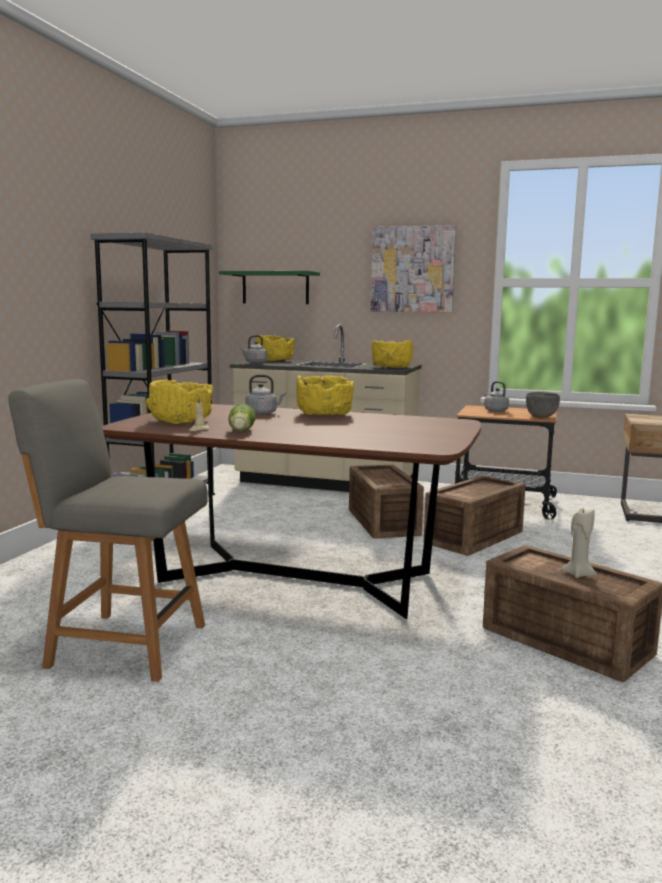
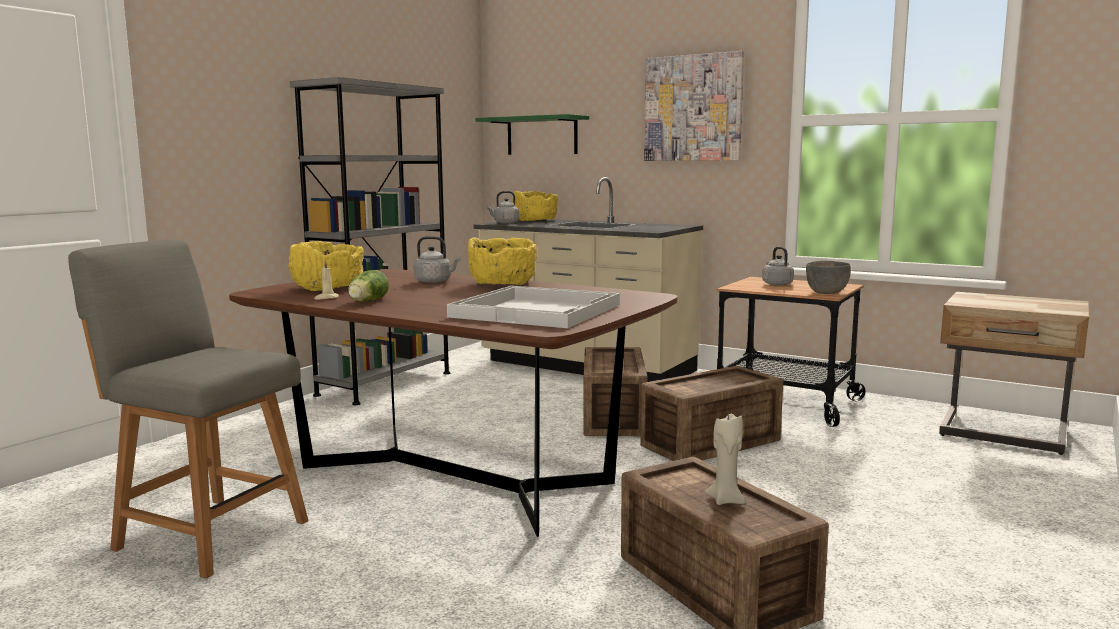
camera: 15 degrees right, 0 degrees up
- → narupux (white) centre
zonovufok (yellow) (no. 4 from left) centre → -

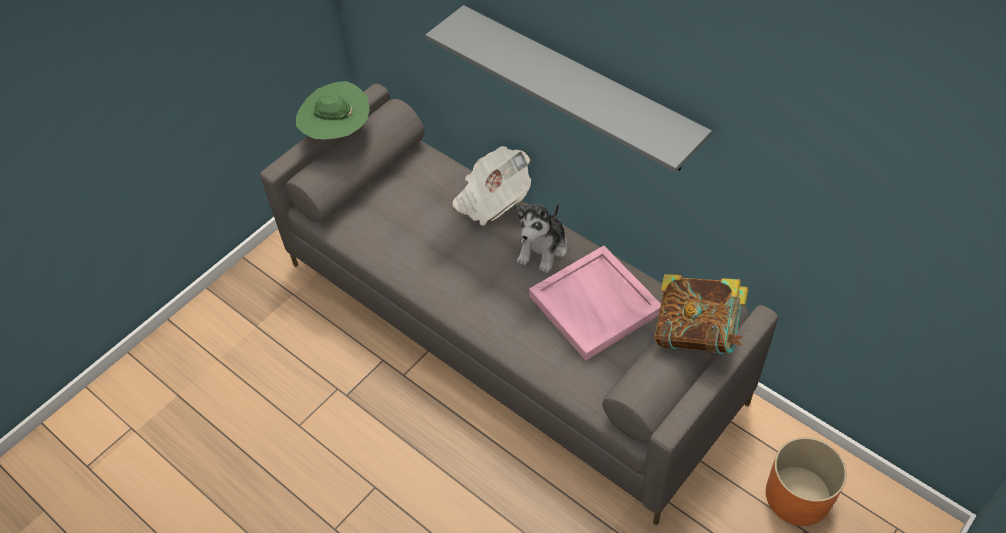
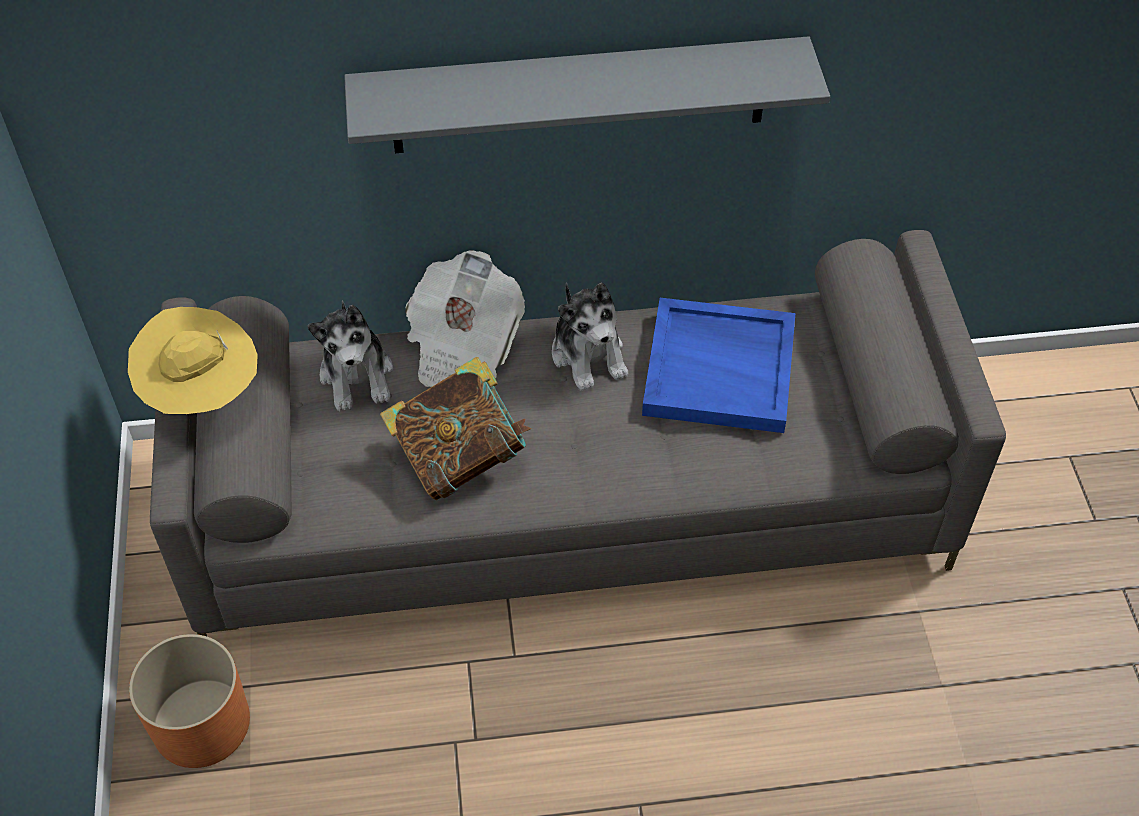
camera: 50 degrees left, 0 degrees up
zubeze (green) top left → zubeze (yellow) middle left
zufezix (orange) bottom right → zufezix (orange) bottom left, shifted
- → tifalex (no. 1 from left) middle left
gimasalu middle right → gimasalu centre, shifted
narupux (pink) centre → narupux (blue) centre

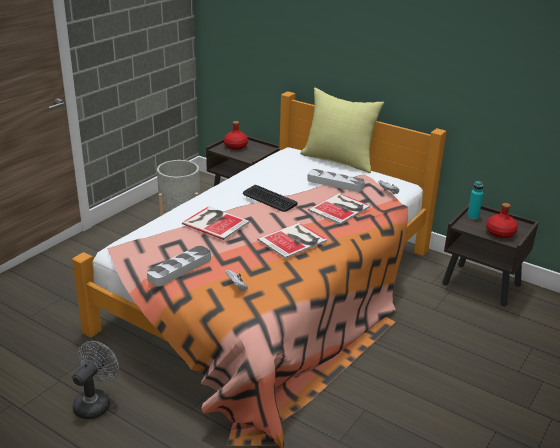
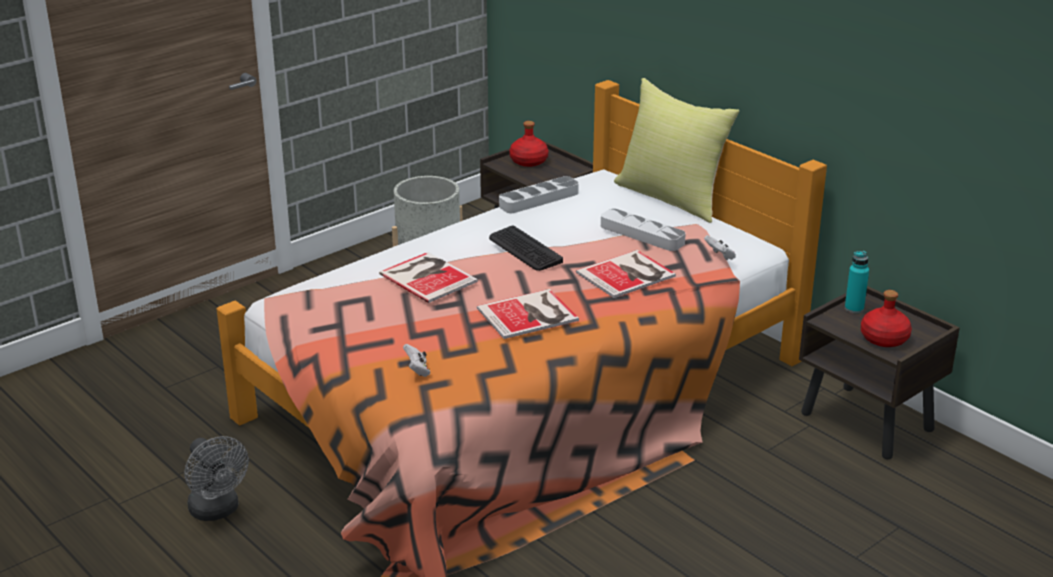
camera: 15 degrees right, 0 degrees up
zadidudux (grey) bottom left, 105 degrees clockwise
narupux (grey) (no. 1 from left) middle left → narupux (grey) (no. 1 from left) centre, shifted

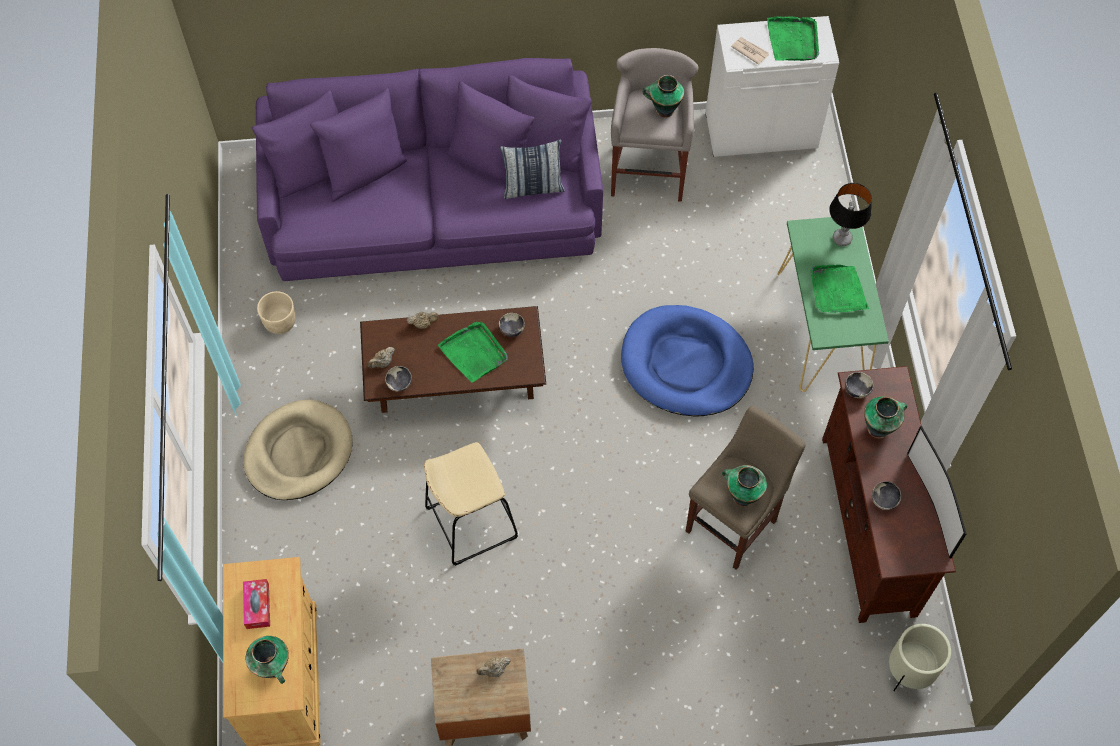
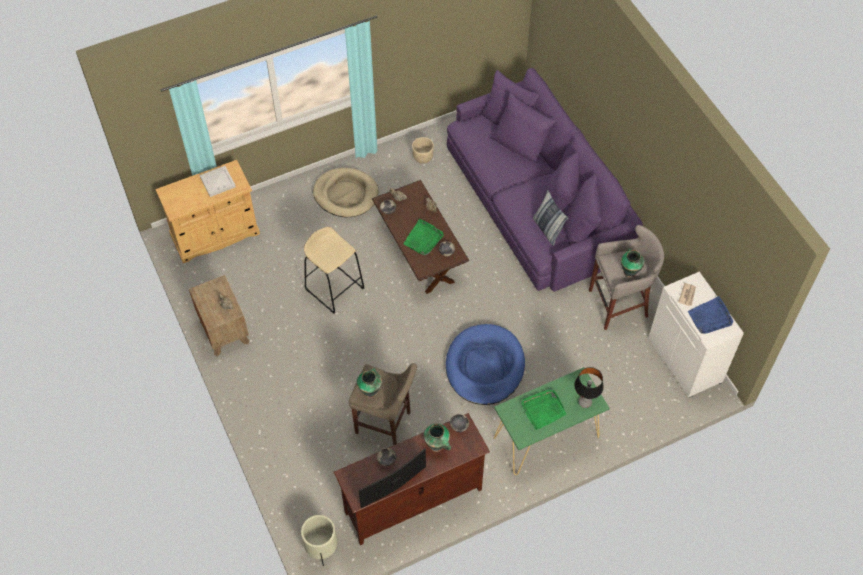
camera: 70 degrees right, 5 degrees down
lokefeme bottom left → narupux (white) top left
narupux (green) (no. 2 from left) top right → narupux (blue) middle right
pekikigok (no. 1 from left) bottom left → -

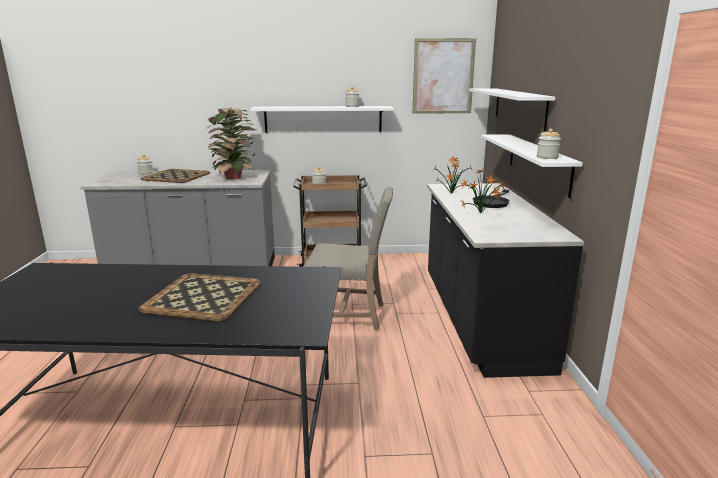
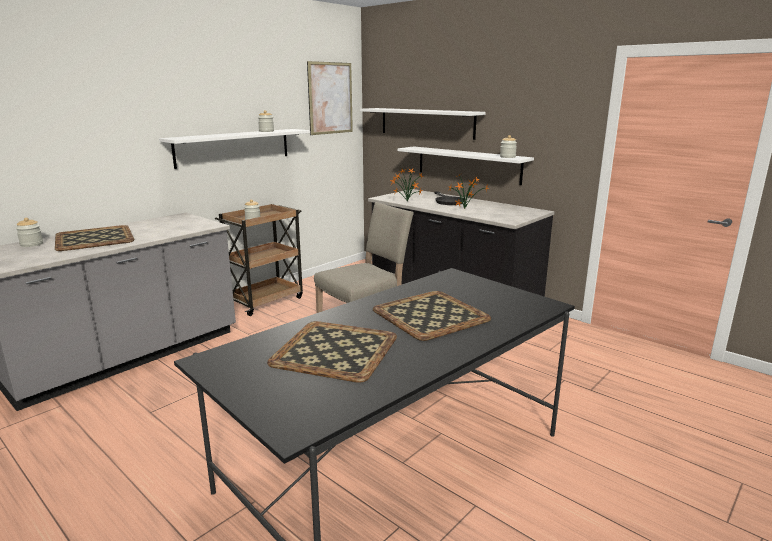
camera: 45 degrees left, 0 degrees up
- → narupux (no. 2 from left) centre
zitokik (no. 1 from left) top left → -

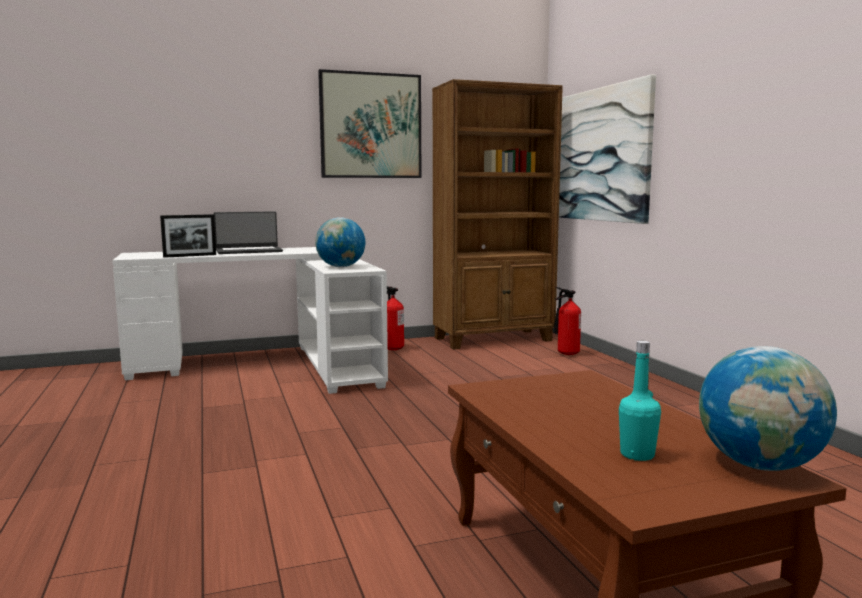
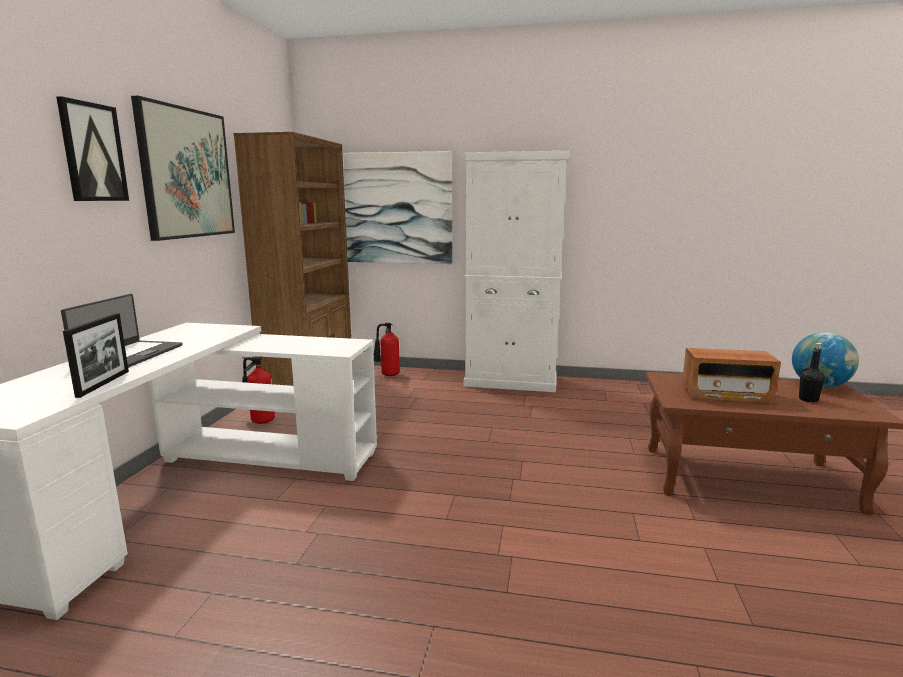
camera: 60 degrees left, 5 degrees up
- → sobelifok (no. 1 from left) top left
- → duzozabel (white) centre
- → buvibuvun middle right
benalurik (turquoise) bottom right → benalurik (black) middle right
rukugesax (no. 1 from left) centre → -

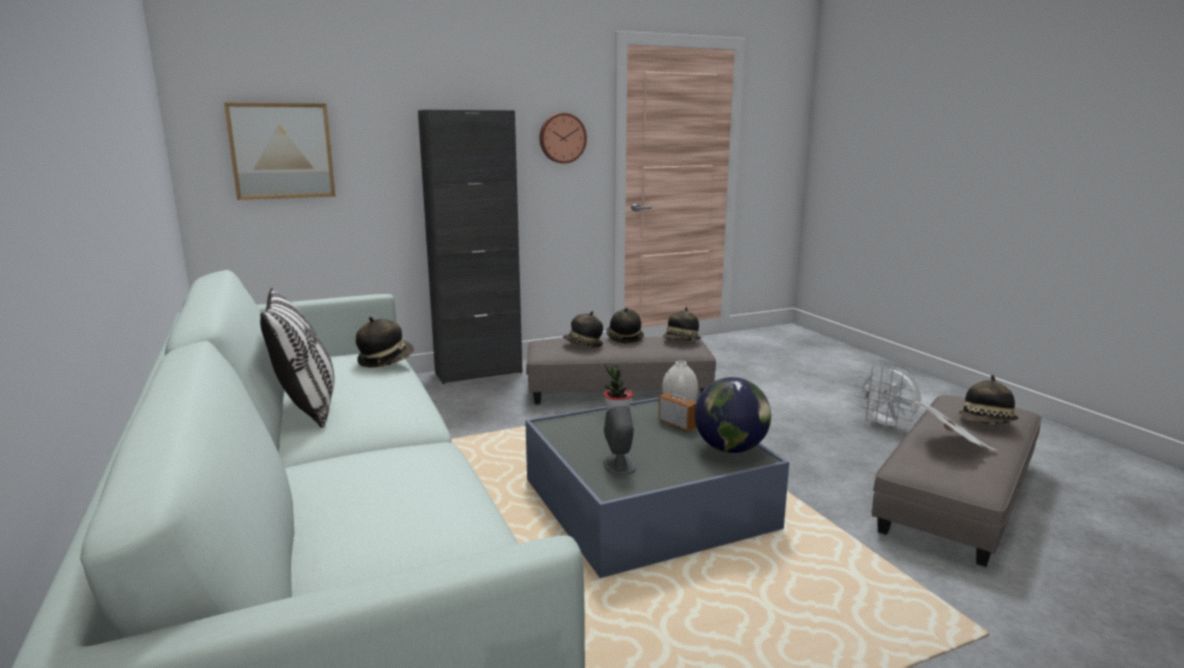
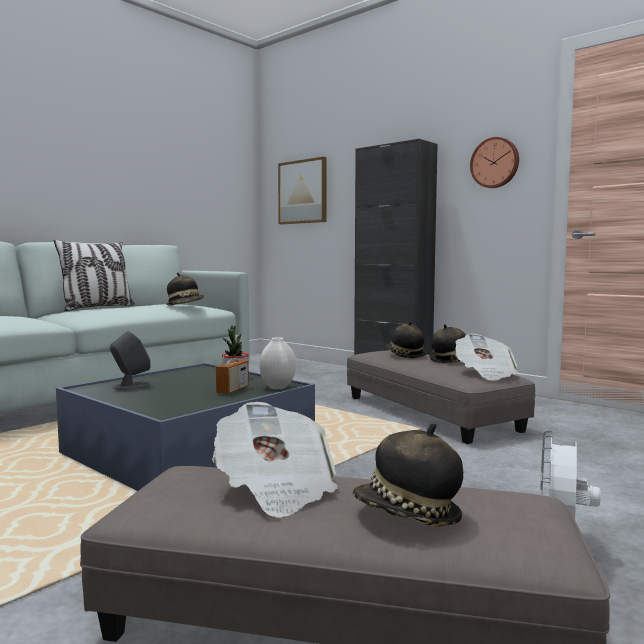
camera: 65 degrees right, 10 degrees down
zubeze (no. 4 from left) centre → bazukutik (no. 2 from left) middle right
rukugesax centre → -

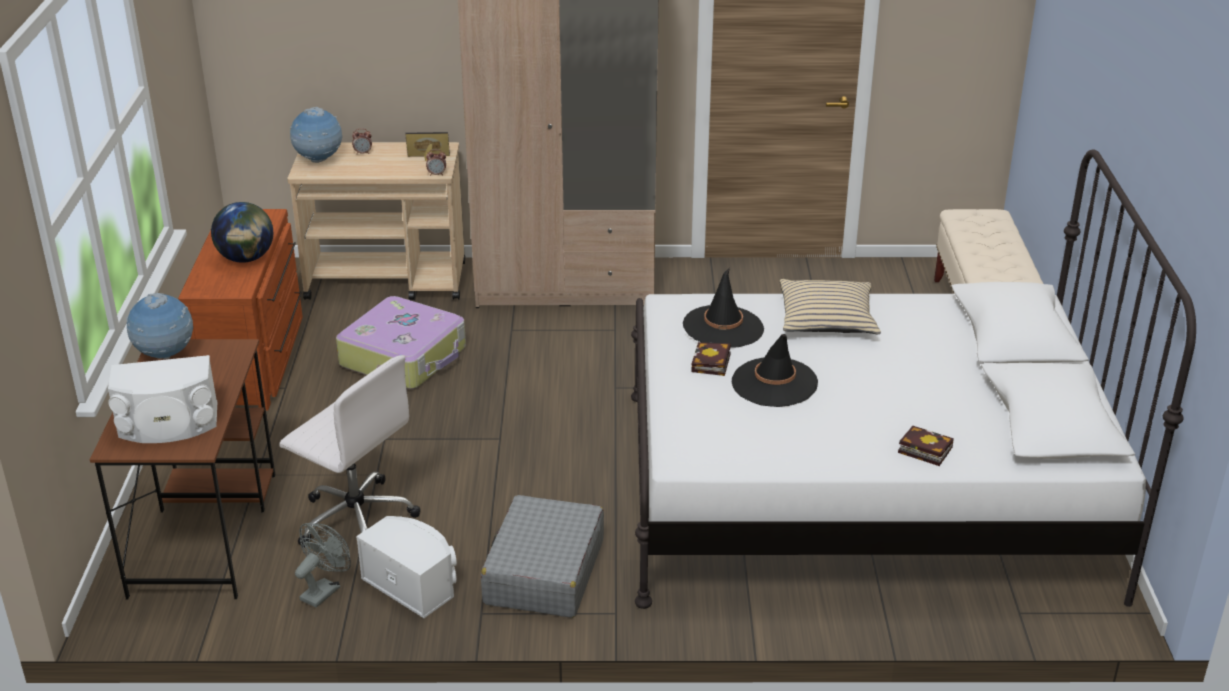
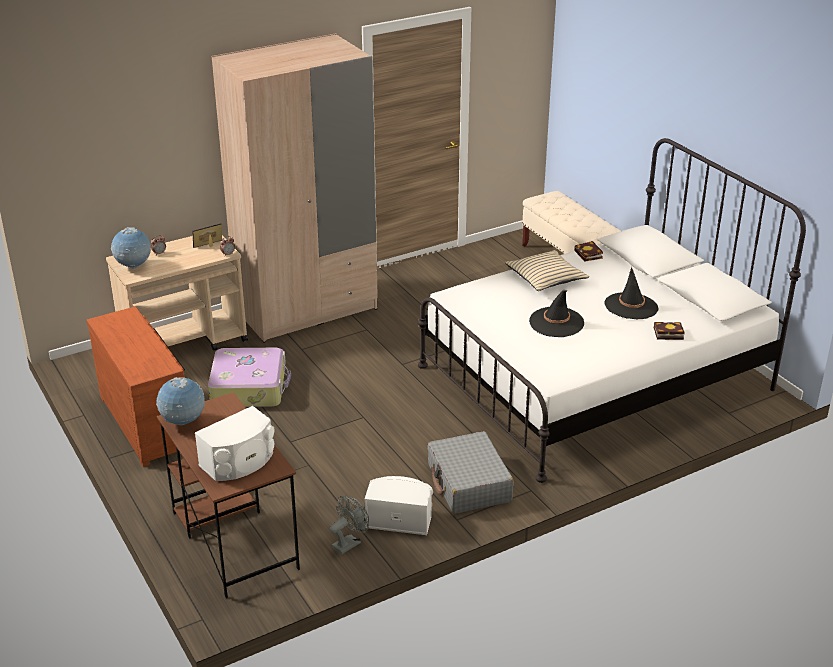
camera: 30 degrees left, 0 degrees up
zadidudux (grey) bottom left → zadidudux (grey) bottom centre, 45 degrees clockwise
gimasalu (no. 1 from left) centre → gimasalu (no. 1 from left) middle right, shifted
zubeze (black) (no. 1 from left in the first image) centre → zubeze (black) (no. 2 from left) middle right, shifted
rukugesax (no. 2 from left) middle left → -
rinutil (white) middle left → -

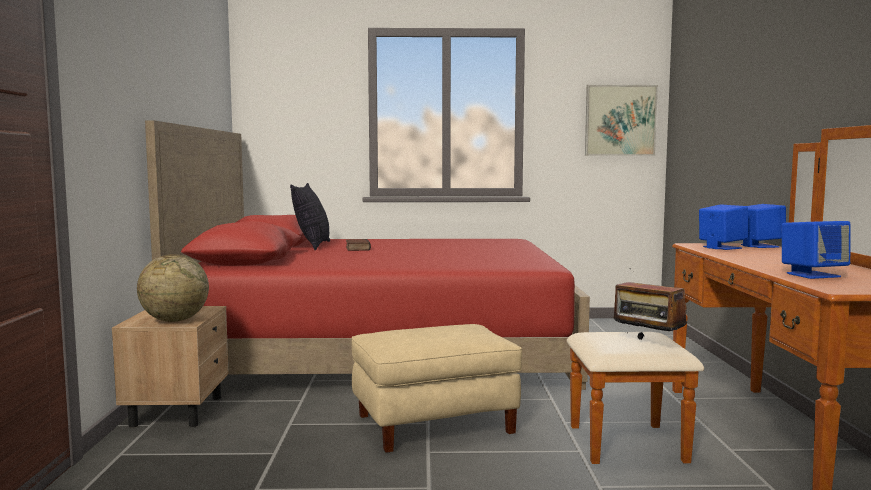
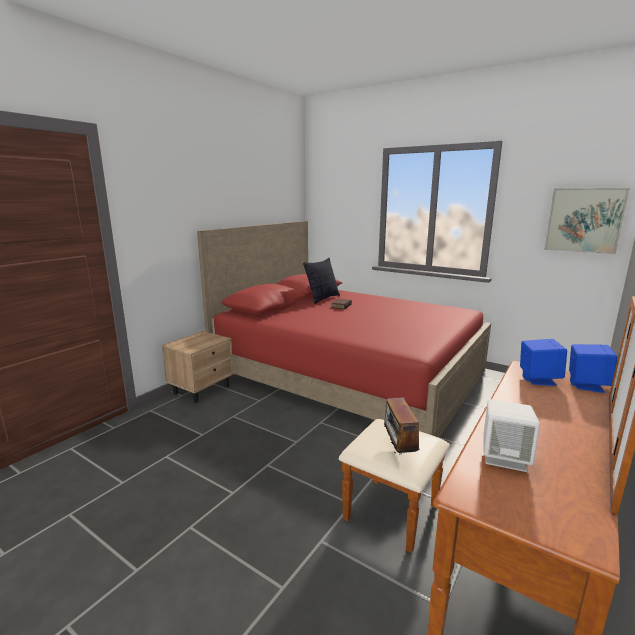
camera: 35 degrees right, 10 degrees up
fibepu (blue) (no. 3 from left) middle right → fibepu (white) bottom right
rukugesax middle left → -
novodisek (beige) bottom centre → -

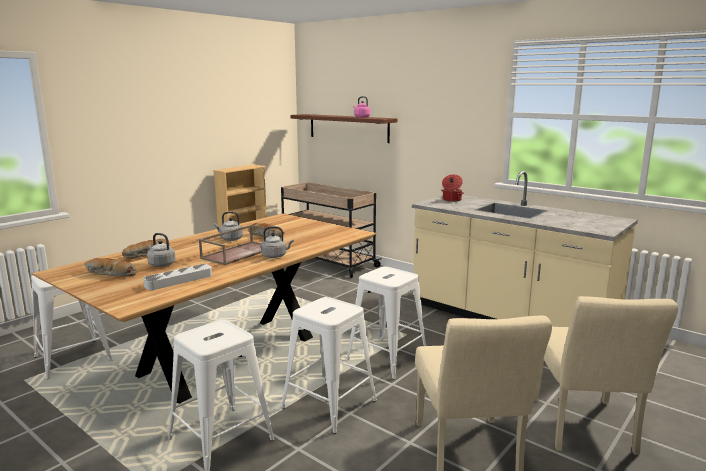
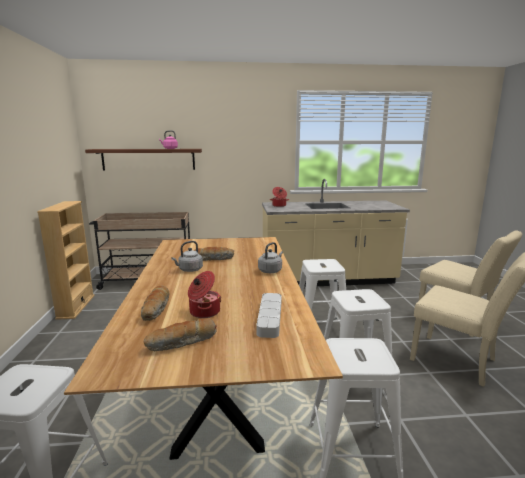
camera: 45 degrees left, 0 degrees up
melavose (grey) (no. 1 from left) middle left → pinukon (no. 1 from left) centre
narupux (brown) centre → -

